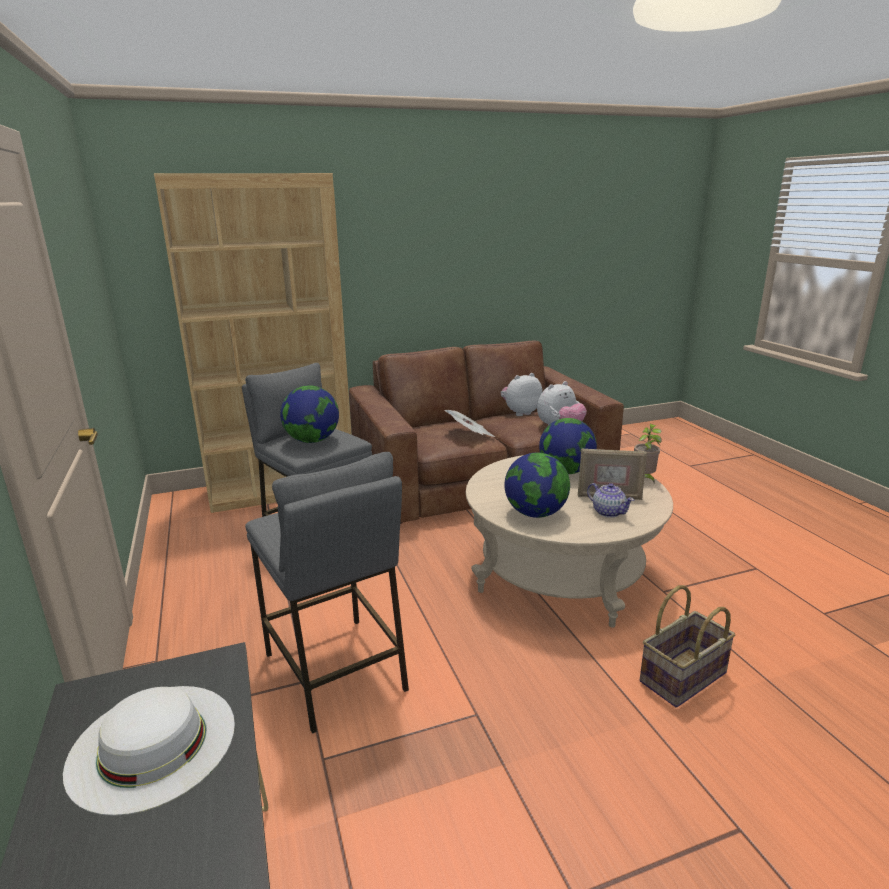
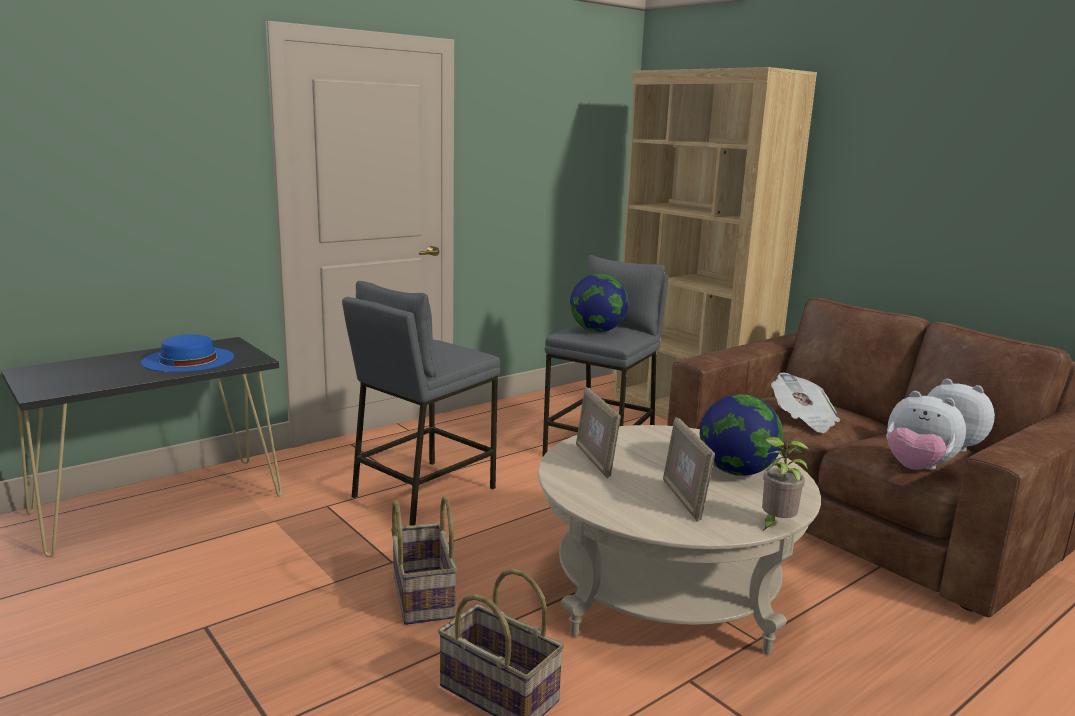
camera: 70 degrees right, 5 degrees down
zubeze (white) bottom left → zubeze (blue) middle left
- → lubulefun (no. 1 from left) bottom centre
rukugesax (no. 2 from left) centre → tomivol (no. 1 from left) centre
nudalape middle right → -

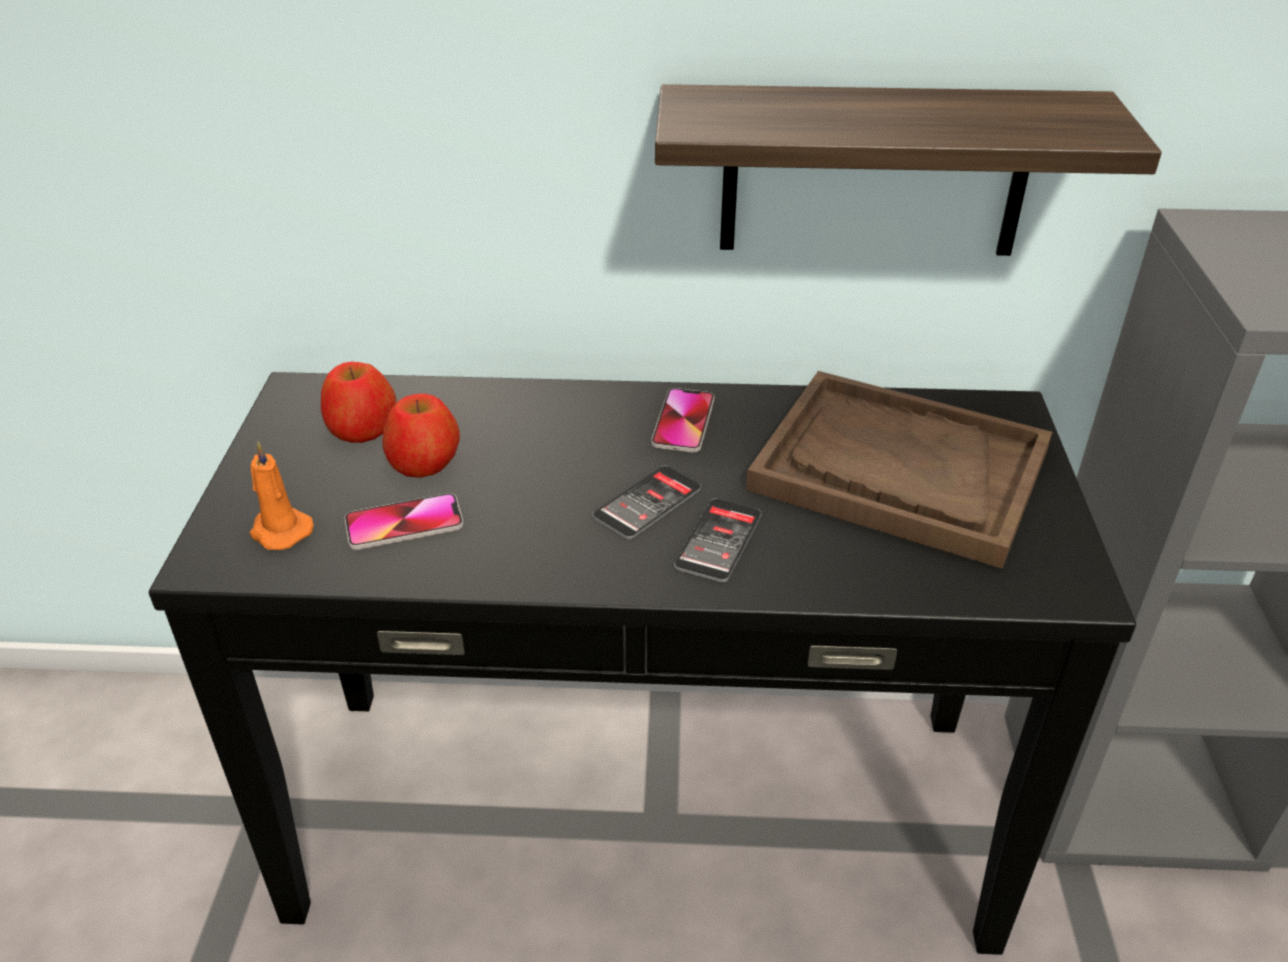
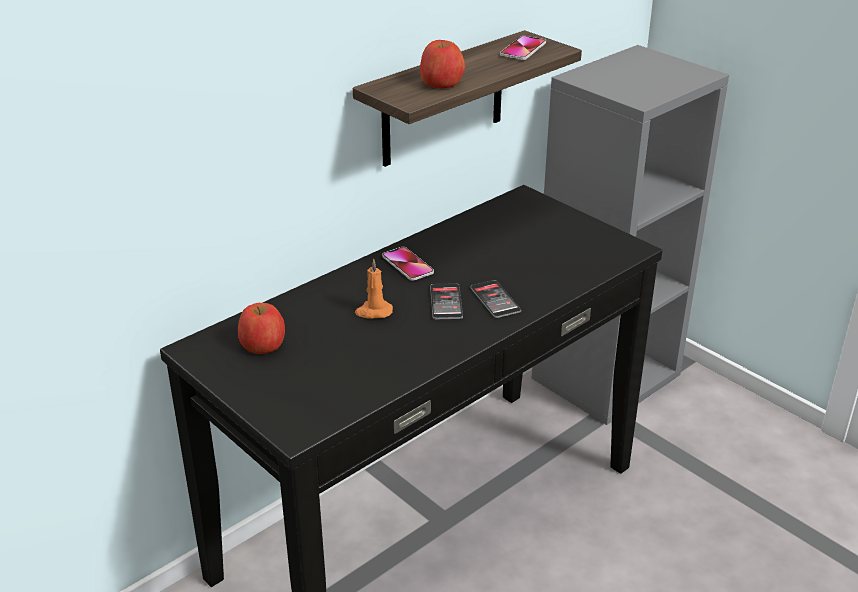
camera: 45 degrees left, 5 degrees down
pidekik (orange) middle left → pidekik (orange) centre, shifted
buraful (no. 2 from left) middle left → buraful (no. 2 from left) top centre, shifted
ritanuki (no. 1 from left in the first image) middle left → ritanuki (no. 4 from left) top centre, shifted
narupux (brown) middle right → -

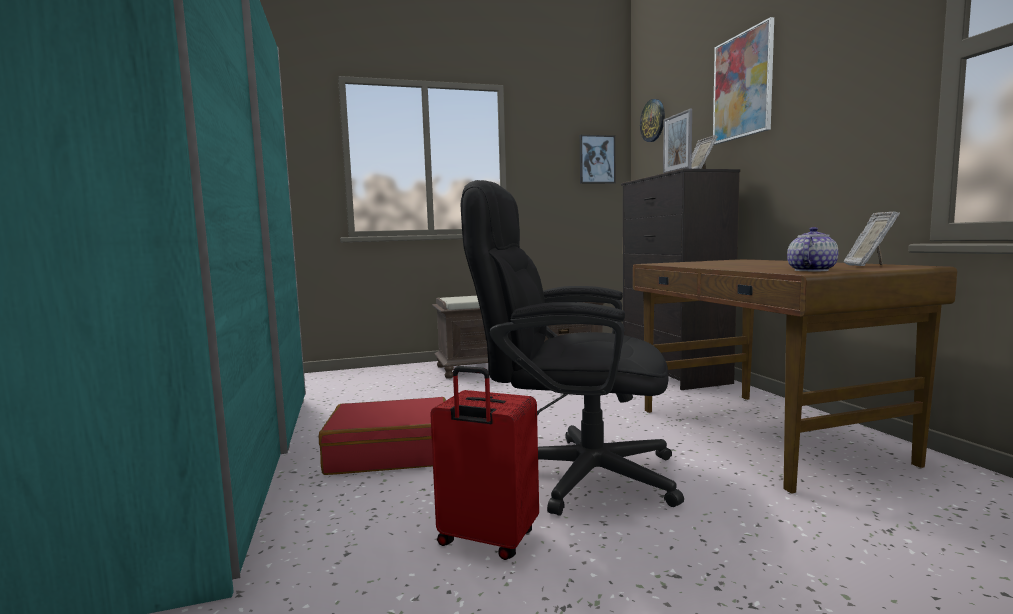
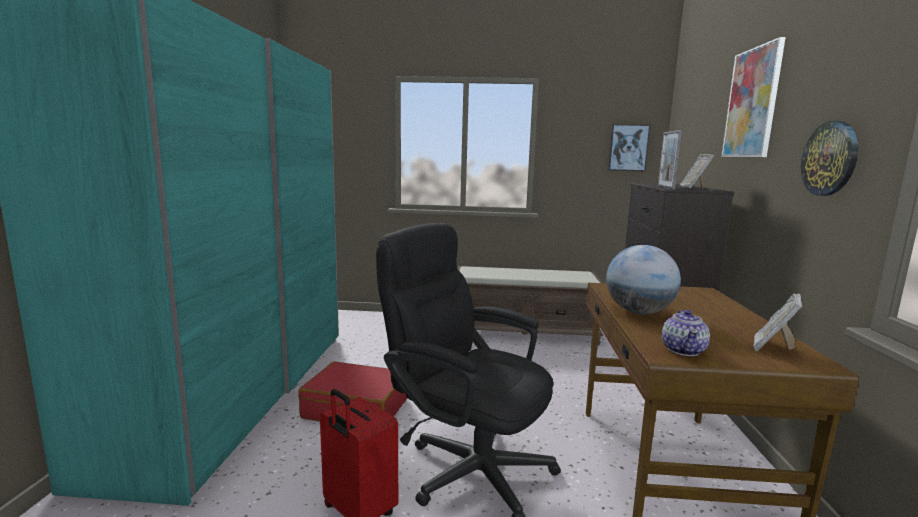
camera: 20 degrees right, 5 degrees up
- → rukugesax middle right
nudalape middle right, 135 degrees clockwise
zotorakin top centre → zotorakin top right, shifted

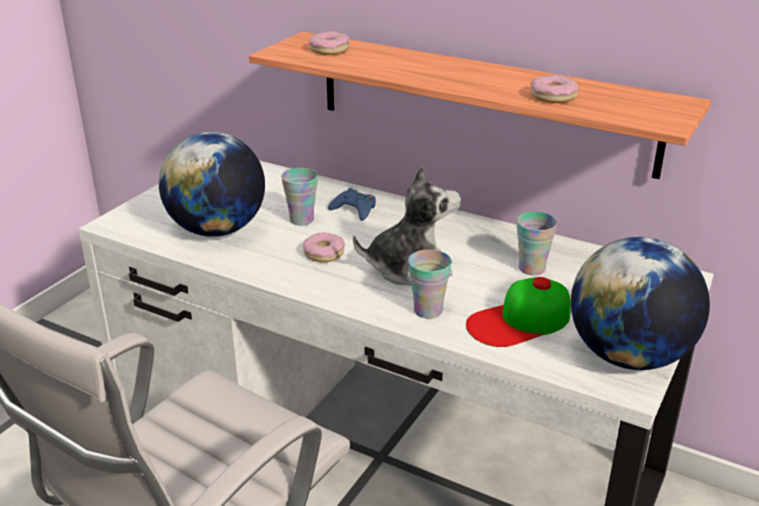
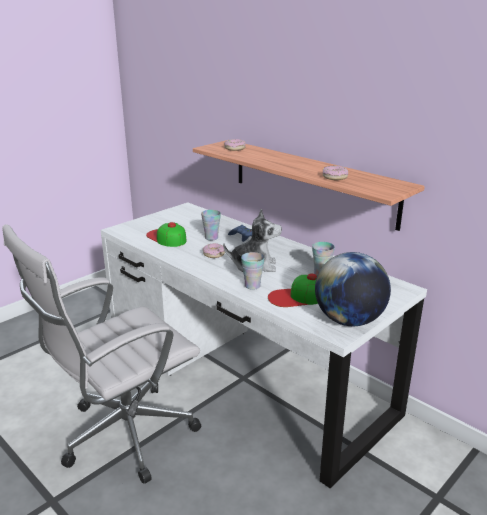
camera: 15 degrees right, 5 degrees down
rukugesax (no. 1 from left) middle left → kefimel (no. 1 from left) centre

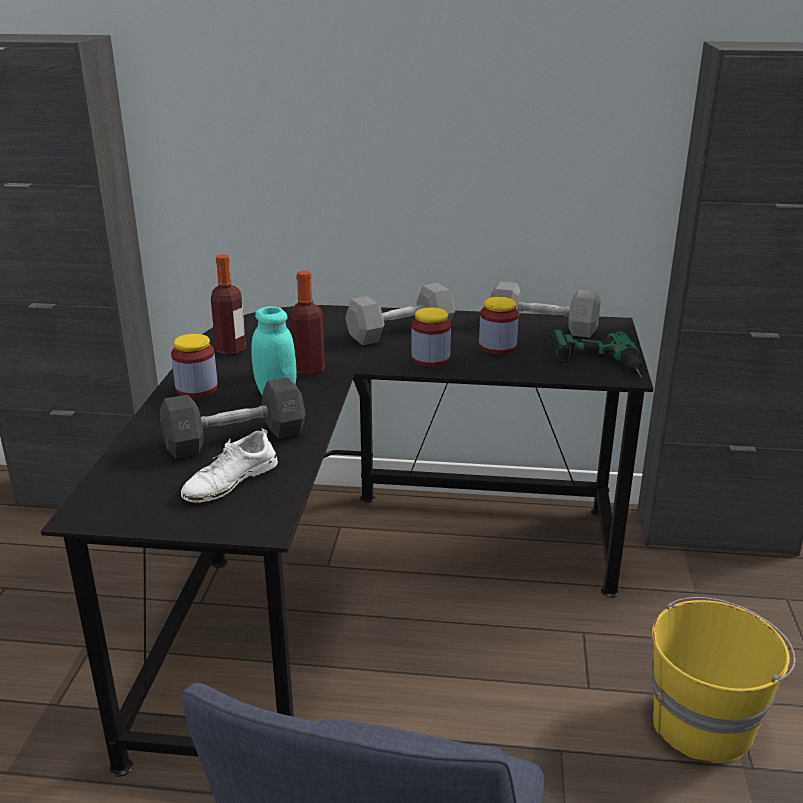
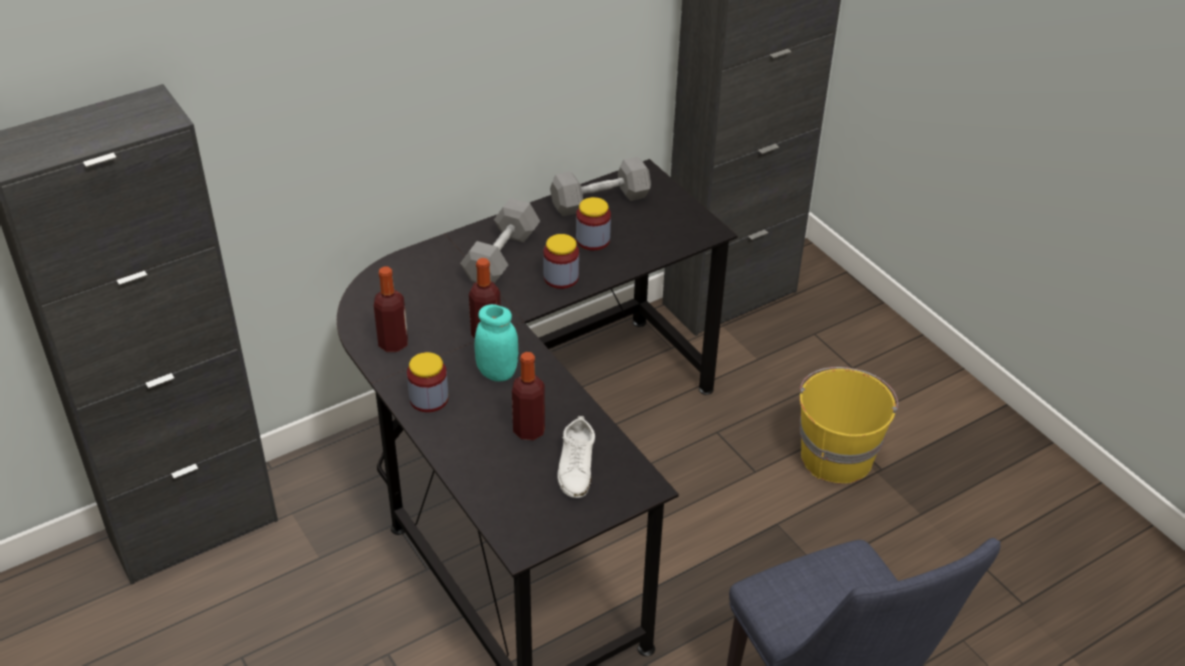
camera: 40 degrees left, 15 degrees up
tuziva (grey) (no. 1 from left) middle left → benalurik (no. 3 from left) centre
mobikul middle right → -

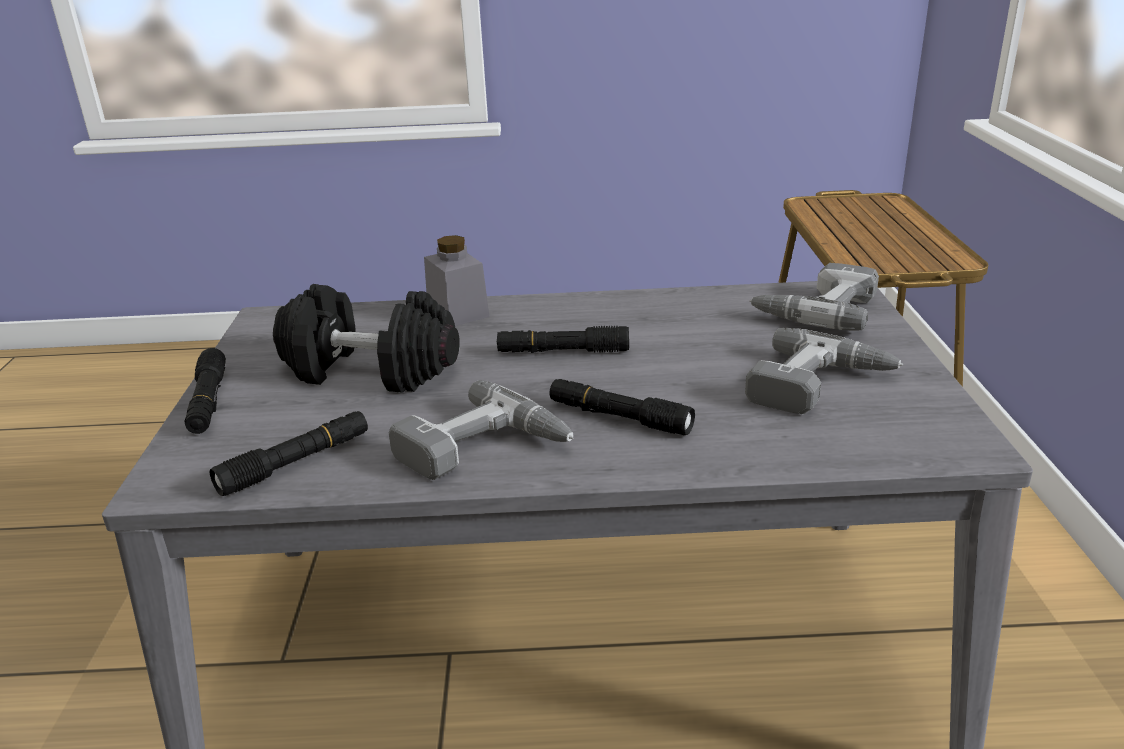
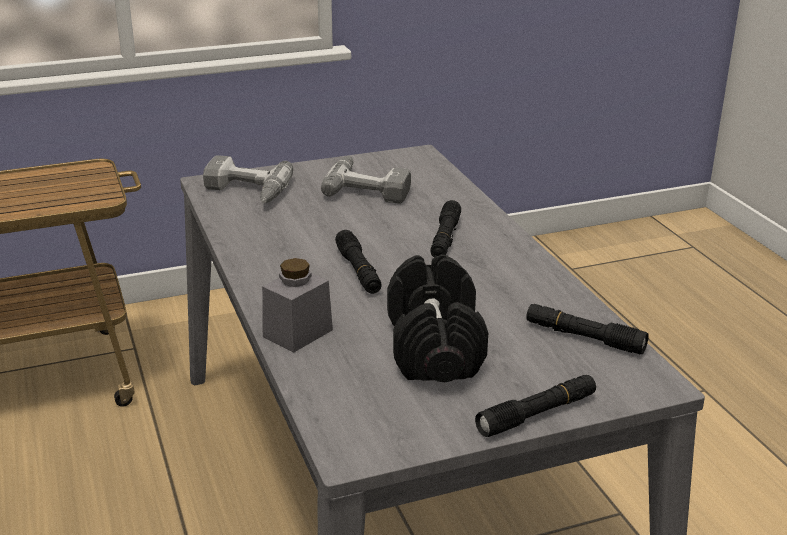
camera: 110 degrees left, 0 degrees up
mobikul (no. 1 from left) centre → -

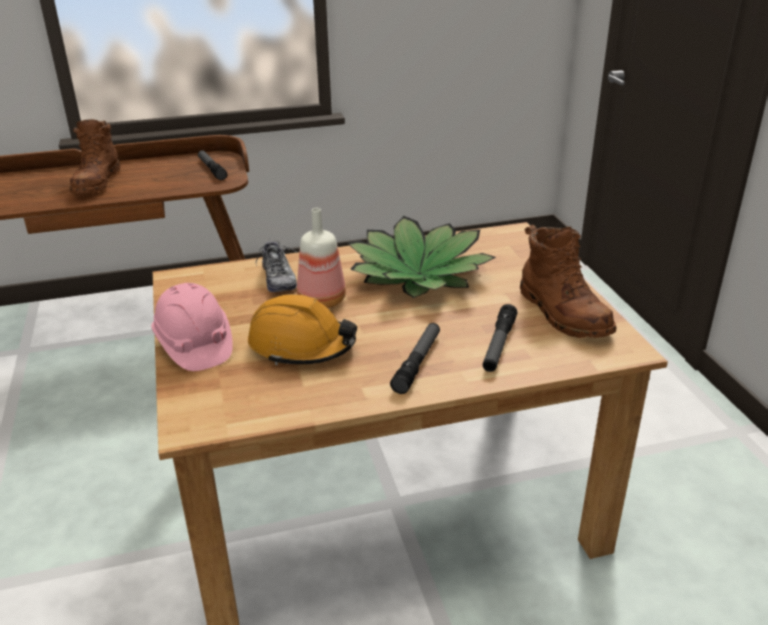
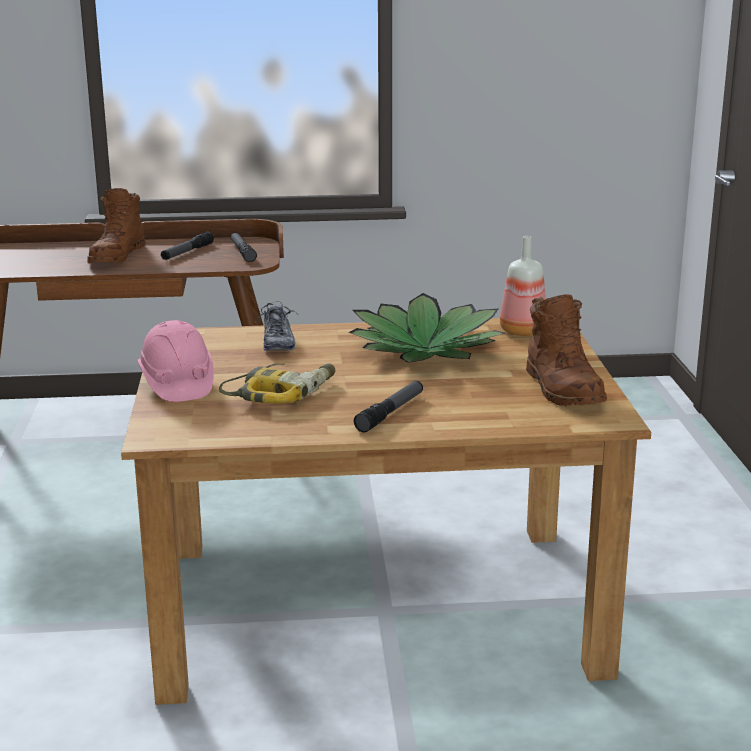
camera: 10 degrees right, 10 degrees down
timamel (no. 3 from left in the first image) centre → timamel (no. 1 from left) top left, shifted
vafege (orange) centre → mobikul centre
benalurik centre → benalurik middle right, shifted

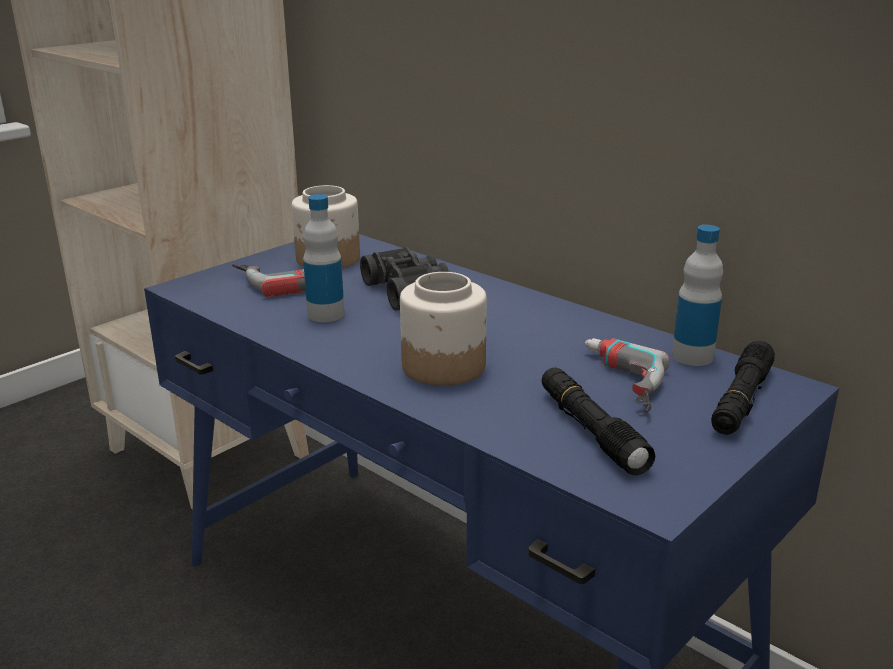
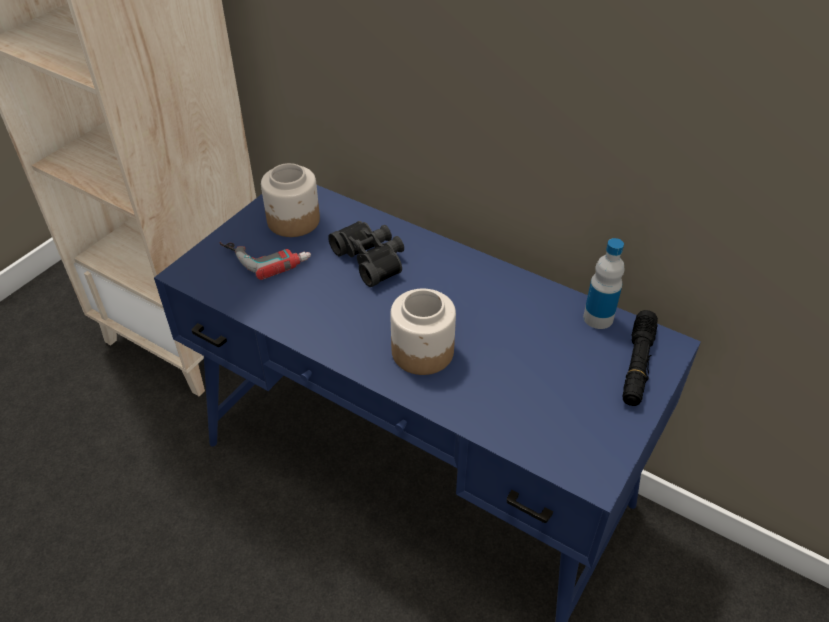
camera: 10 degrees left, 20 degrees up
benalurik (no. 1 from left) centre → -
timamel (black) (no. 1 from left) middle right → -
mobikul (no. 2 from left) middle right → -

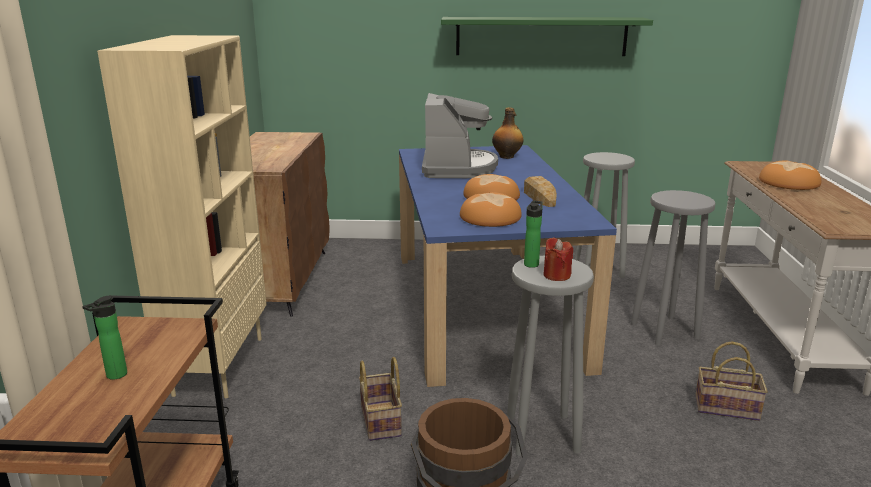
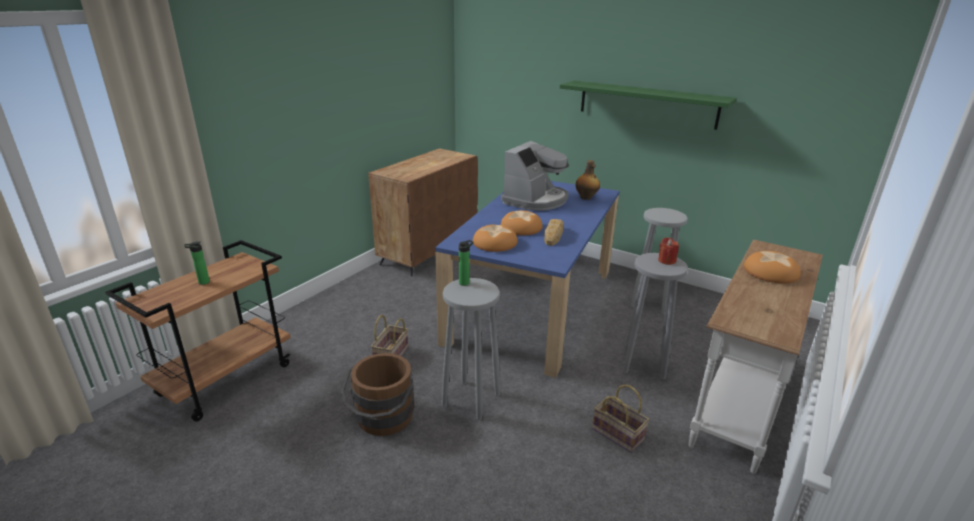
camera: 30 degrees right, 5 degrees up
pidekik (red) centre → pidekik (red) middle right, shifted
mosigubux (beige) middle left → -

